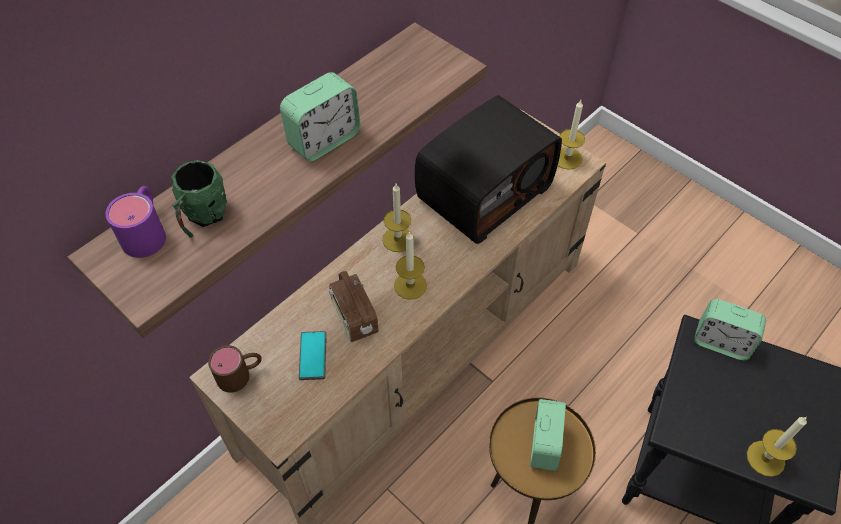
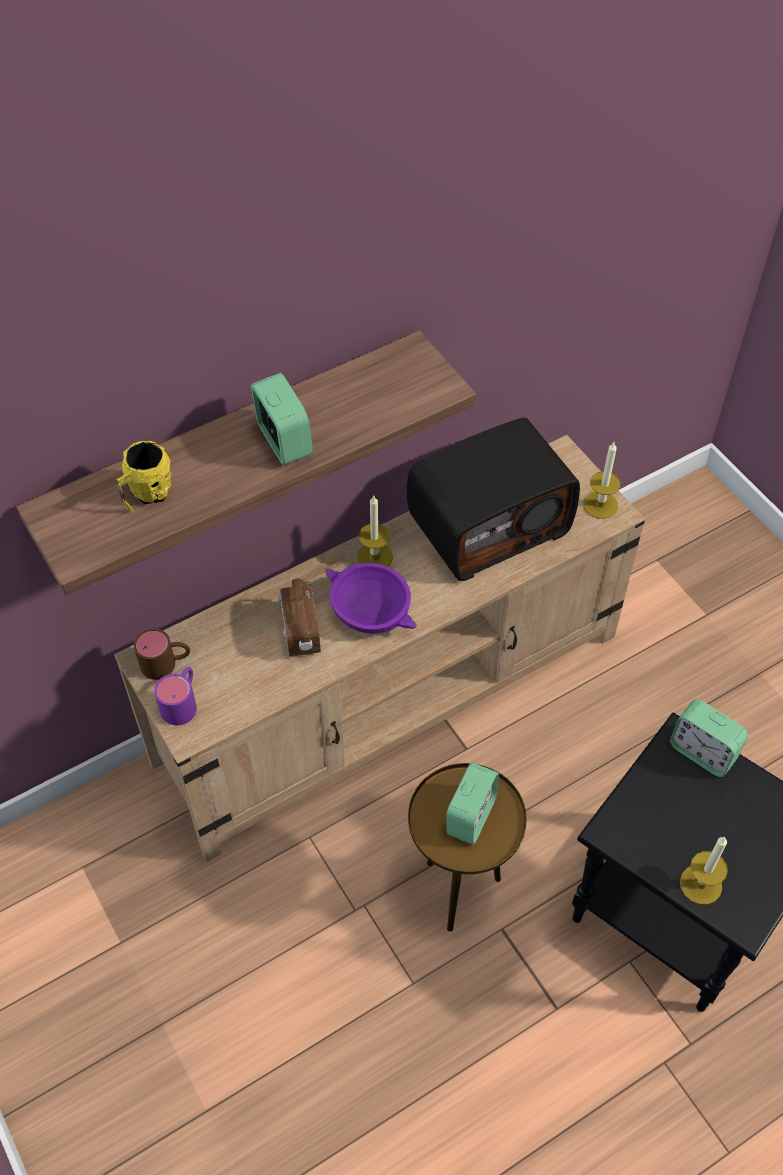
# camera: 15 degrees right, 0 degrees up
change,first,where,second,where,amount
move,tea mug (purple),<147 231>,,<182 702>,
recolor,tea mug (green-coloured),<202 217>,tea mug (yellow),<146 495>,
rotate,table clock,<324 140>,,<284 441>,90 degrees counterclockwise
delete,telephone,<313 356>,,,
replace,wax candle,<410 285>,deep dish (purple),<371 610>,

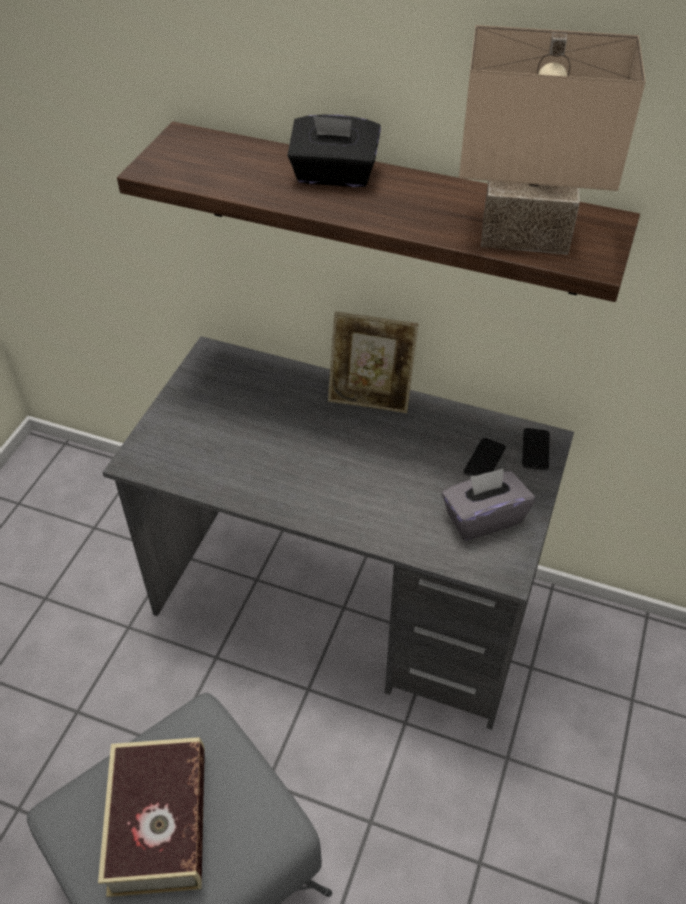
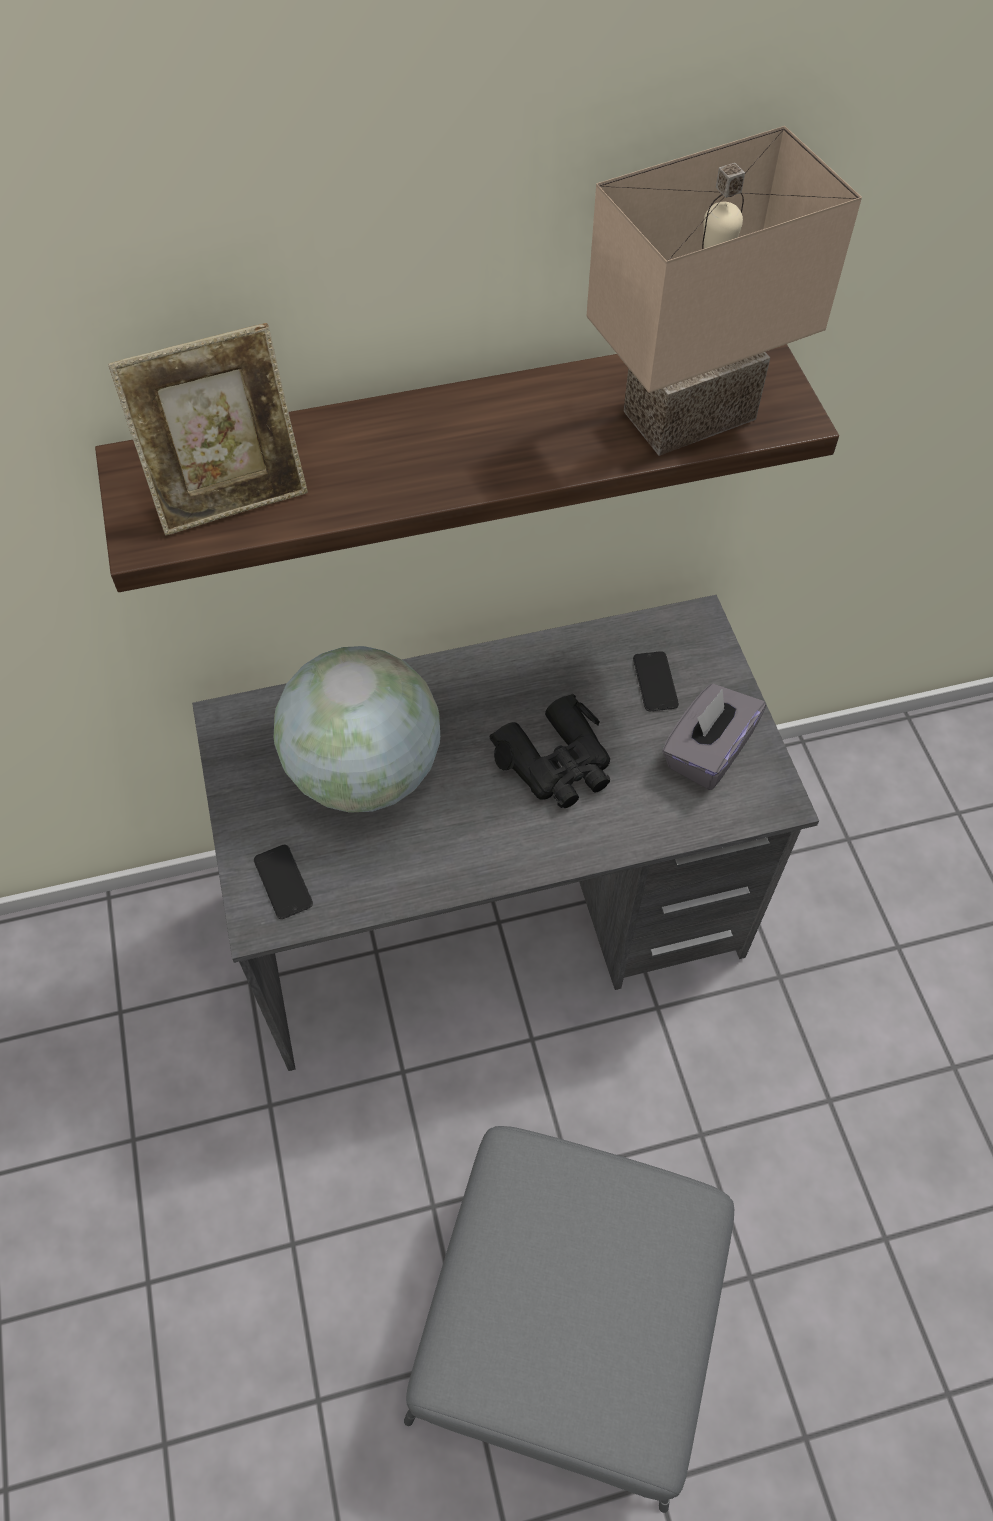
# camera: 35 degrees left, 10 degrees up
change,first,where,second,where,amount
delete,bound book,<159 822>,,,
delete,box of tissues (blackish),<334 176>,,,
move,standing frame,<370 397>,,<230 495>,
move,telephone,<535 450>,,<283 882>,
insert,,,world globe,<365 772>,
insert,,,binoculars (blackish),<557 763>,

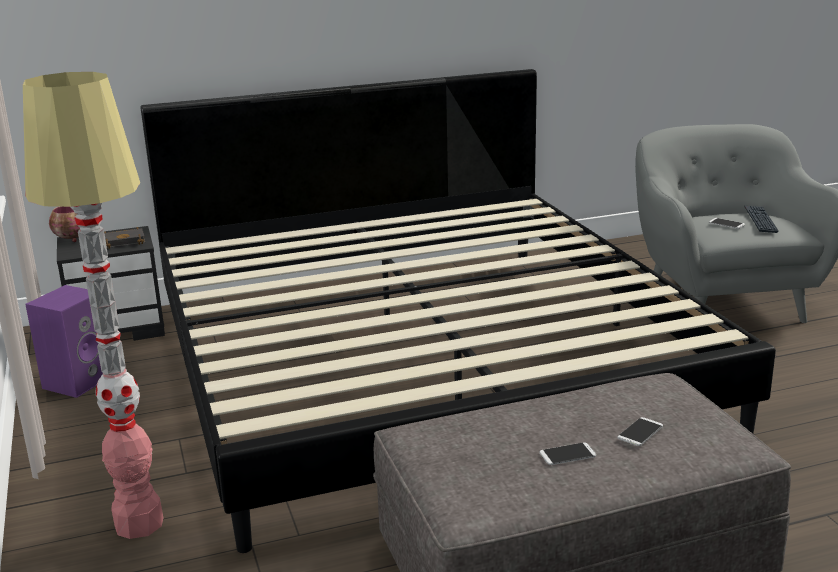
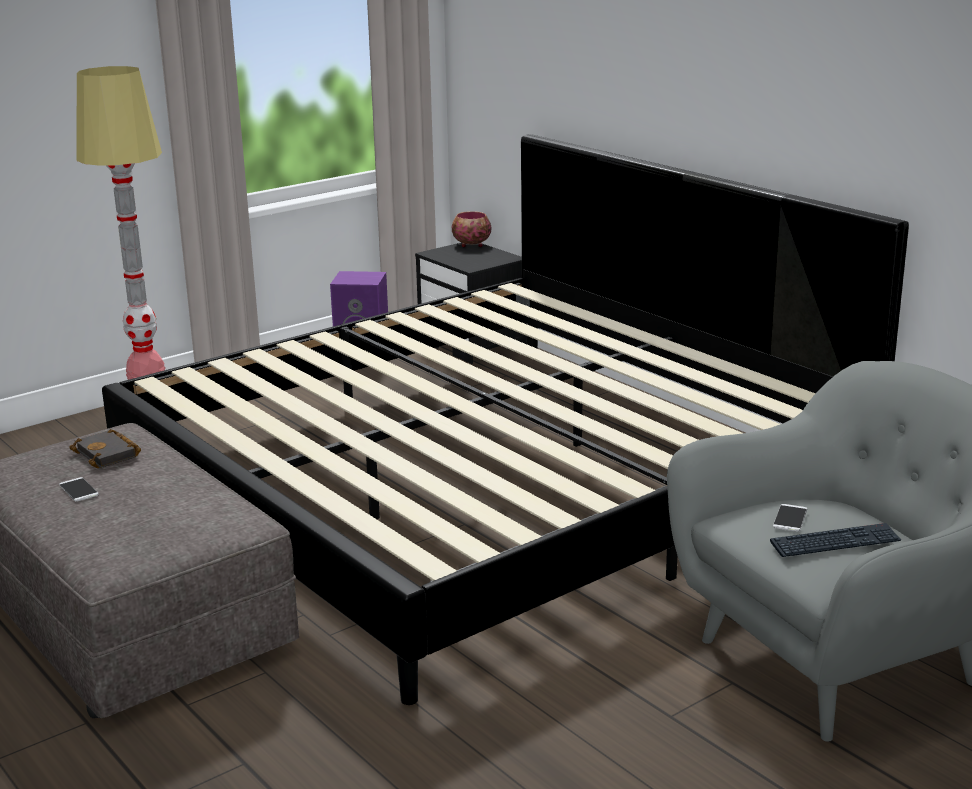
# camera: 70 degrees right, 0 degrees up
change,first,where,second,where,amount
move,bound book (blackish),<124 241>,,<109 454>,
delete,telephone,<640 432>,,,

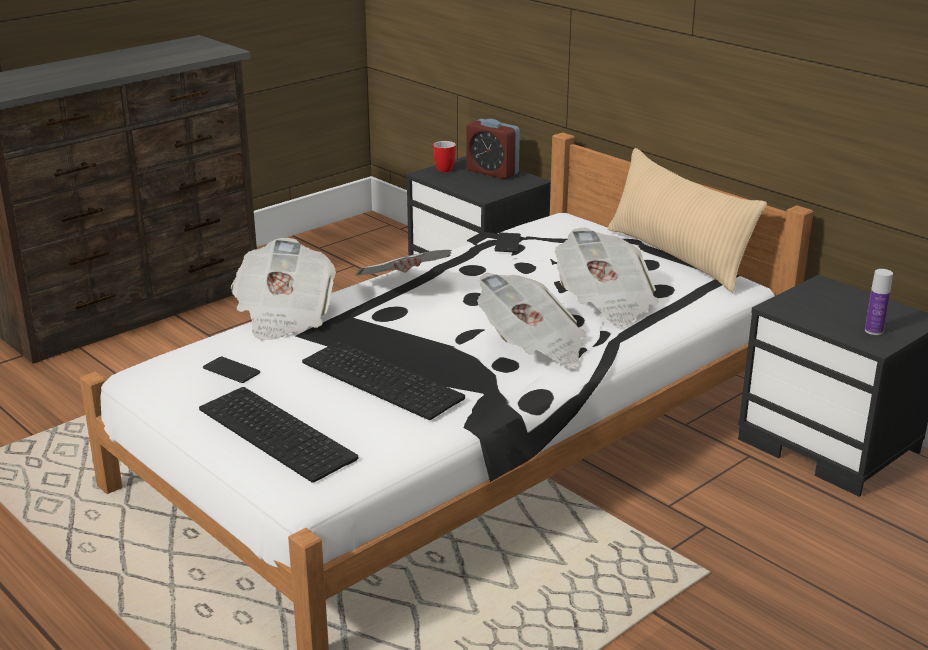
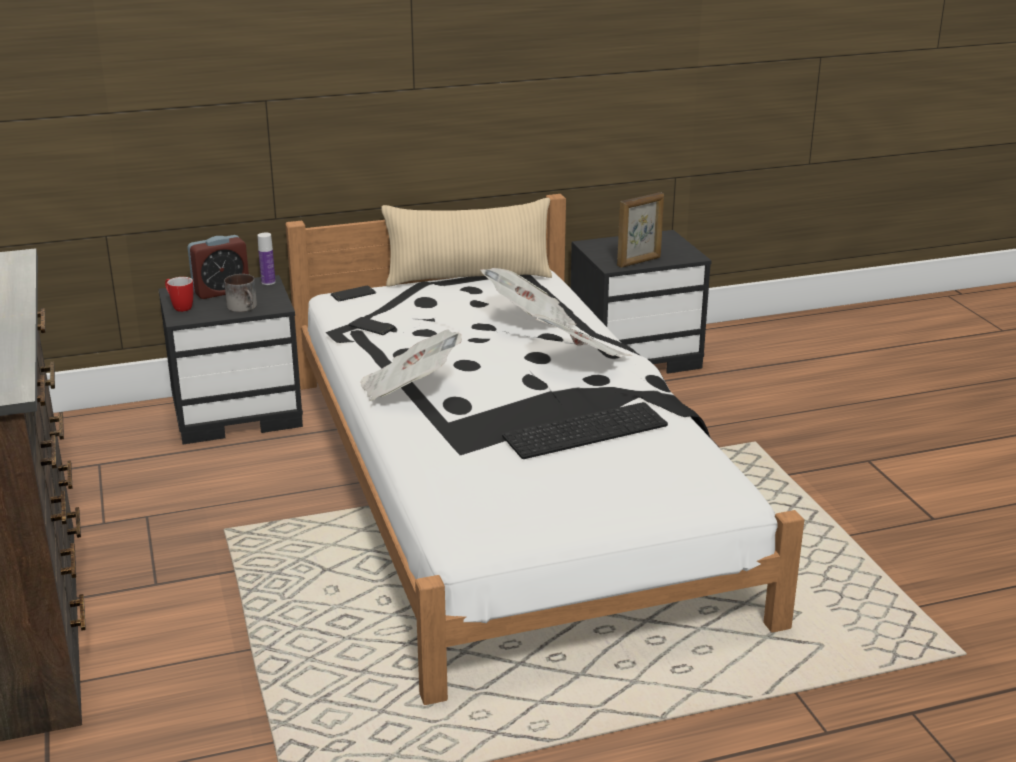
# camera: 65 degrees left, 0 degrees up
change,first,where,second,where,amount
delete,PC keyboard,<280 433>,,,
move,telephone,<231 370>,,<353 294>,
delete,printed paper,<284 316>,,,
move,bottle,<873 331>,,<268 282>,
insert,,,tea mug,<245 307>,
insert,,,standing frame,<639 262>,

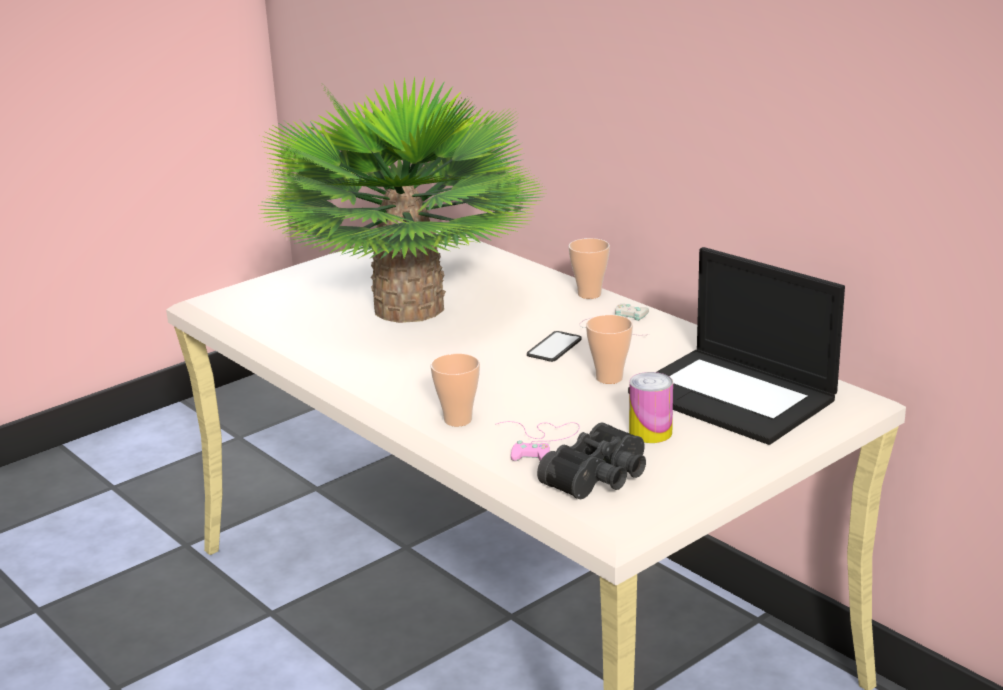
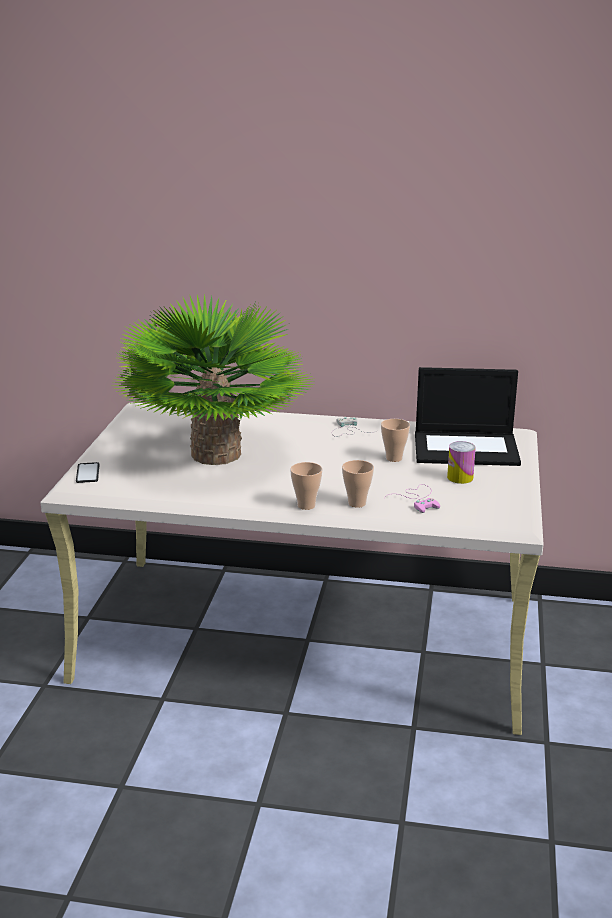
# camera: 40 degrees left, 0 degrees up
change,first,where,second,where,amount
move,telephone,<554 347>,,<87 473>,
delete,binoculars (blackish),<601 478>,,,
move,small cup,<589 294>,,<306 505>,

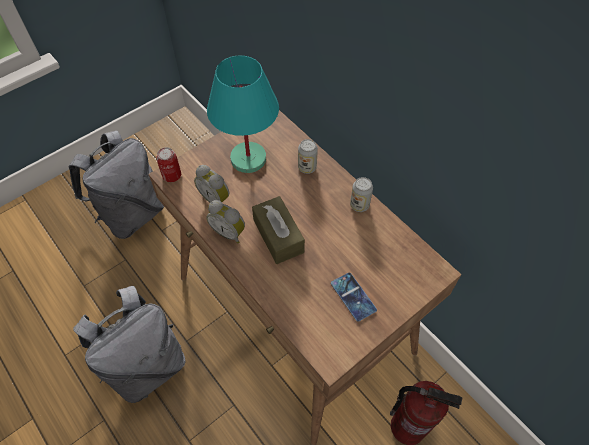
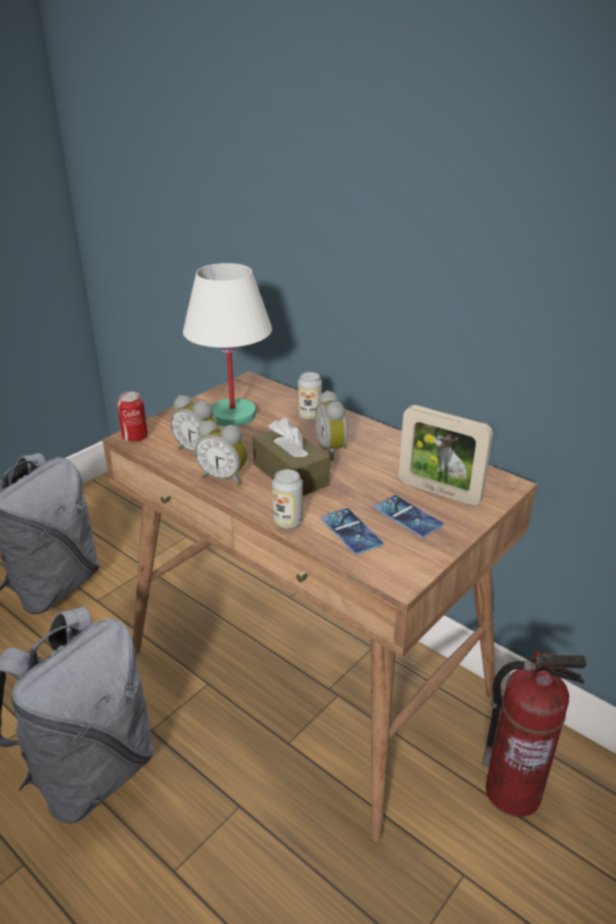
# camera: 10 degrees left, 25 degrees down
change,first,where,second,where,amount
recolor,tabletop lamp (turquoise),<249 159>,tabletop lamp (white-coloured),<233 416>,
move,metal can,<359 205>,,<288 521>,
insert,,,table clock,<333 450>,
insert,,,telephone,<351 531>,
insert,,,standing frame,<439 492>,

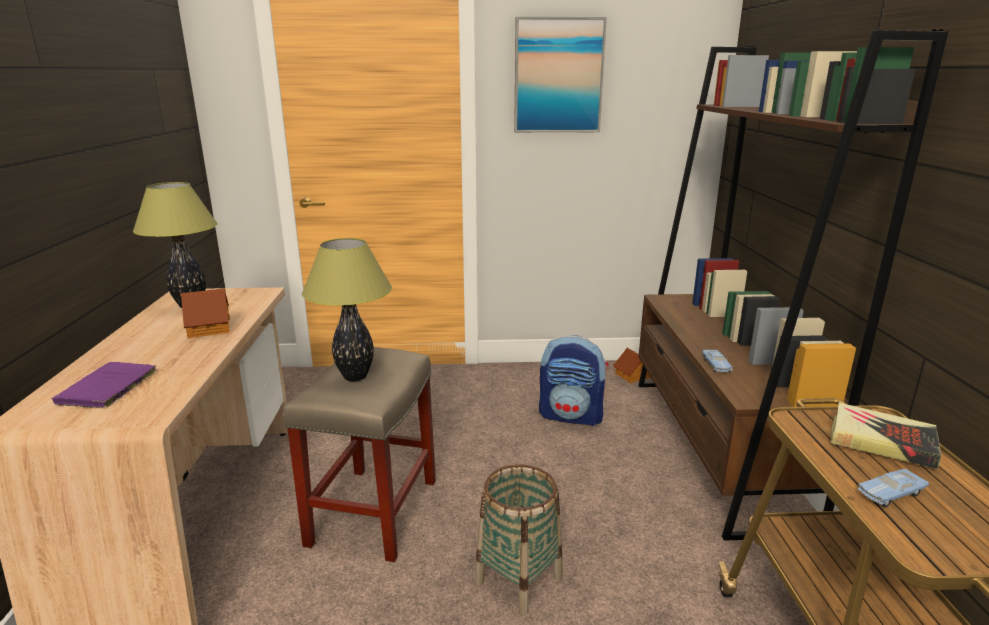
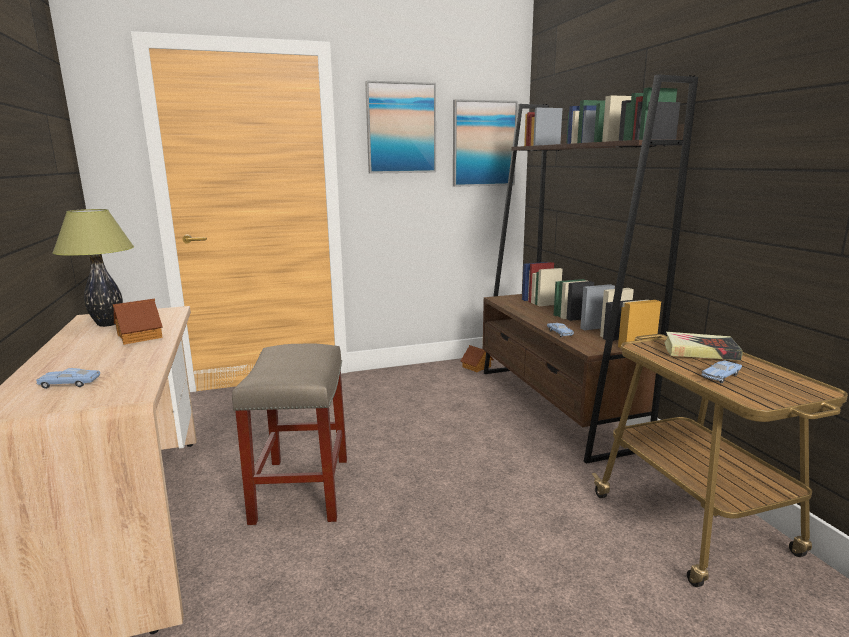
# camera: 15 degrees left, 5 degrees down
change,first,where,second,where,amount
replace,bound book (purple),<106 389>,miniature car (blue-coloured),<69 384>,
delete,tabletop lamp,<354 376>,,,
delete,household basket,<518 579>,,,
delete,rucksack,<571 416>,,,
insert,,,wall picture,<483 144>,

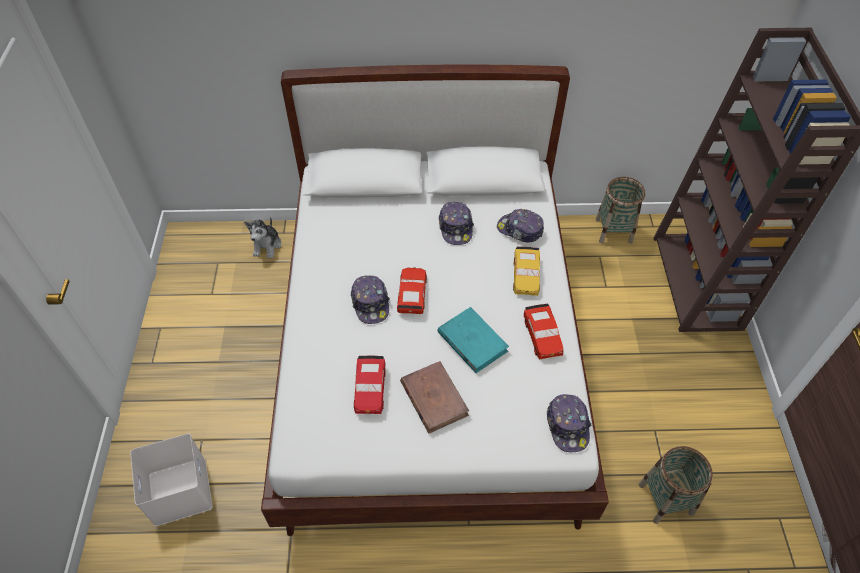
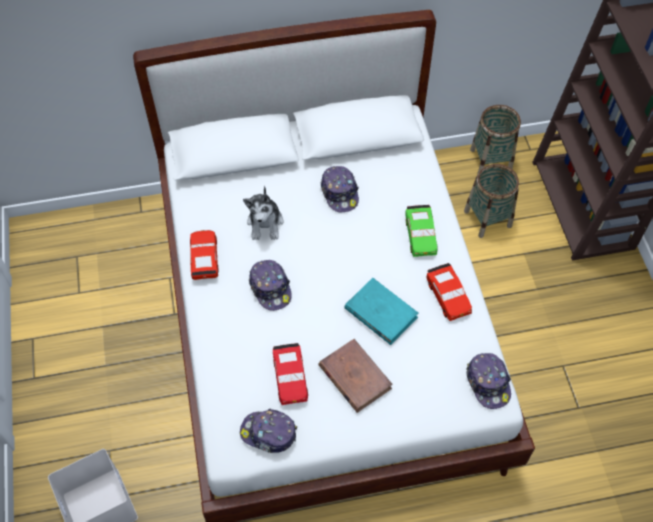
# camera: 10 degrees left, 5 degrees up
change,first,where,second,where,amount
move,cuddly toy,<267 245>,,<265 223>,
move,miniature car (reddish),<412 295>,,<204 258>,
move,peaked cap,<520 230>,,<268 433>,
recolor,miniature car (yellow),<526 275>,miniature car (green-coloured),<420 235>,
move,household basket,<666 499>,,<487 218>,

